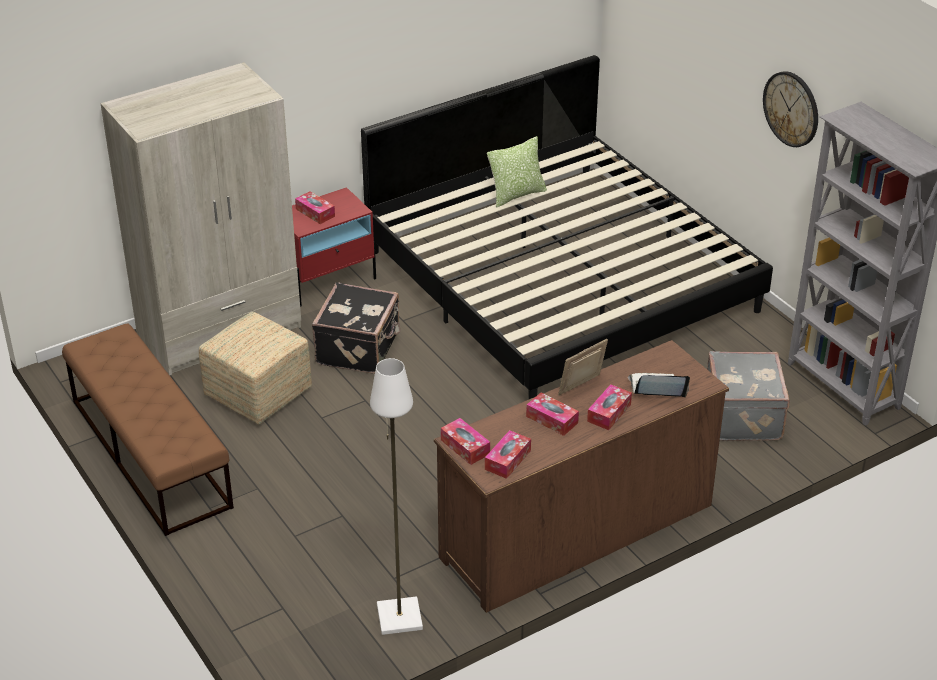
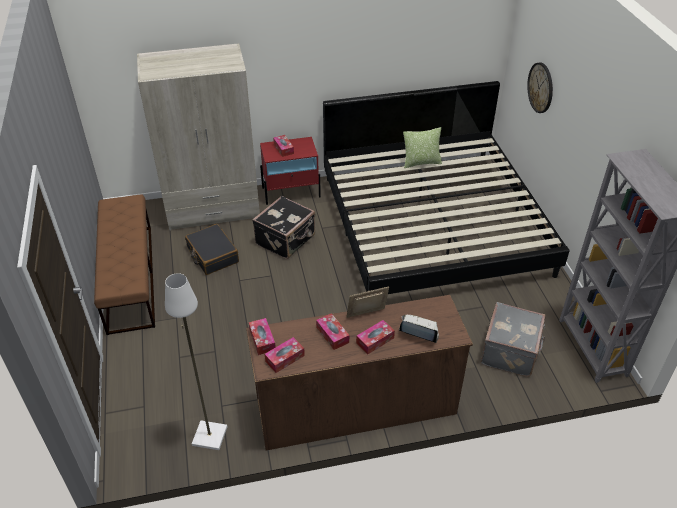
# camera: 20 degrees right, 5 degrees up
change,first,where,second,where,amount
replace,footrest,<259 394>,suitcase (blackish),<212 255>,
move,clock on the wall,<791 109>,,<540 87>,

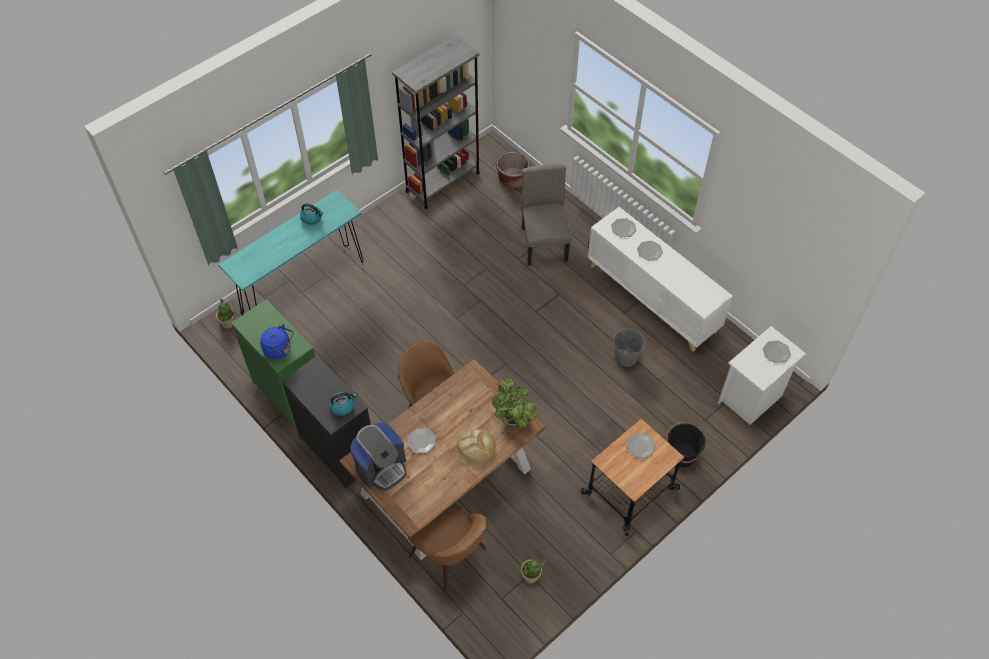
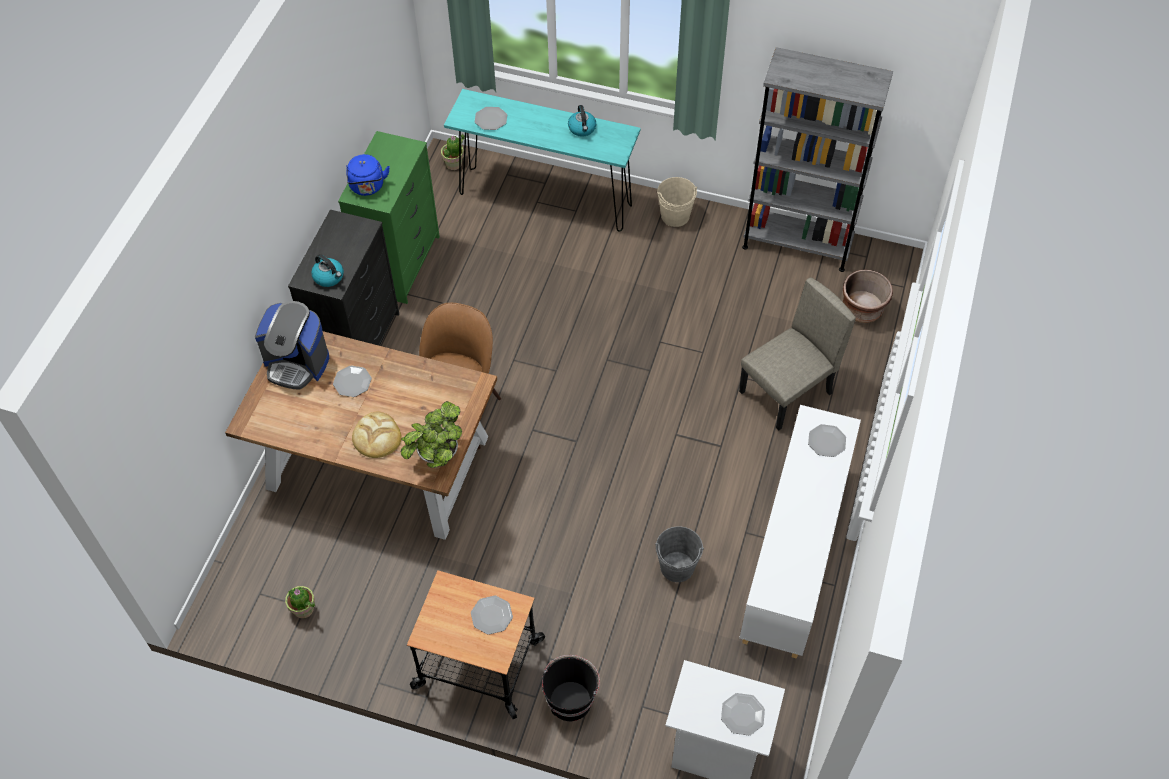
# camera: 60 degrees right, 0 degrees up
change,first,where,second,where,amount
delete,upright chair (brown),<450 555>,,,
move,flat dish,<649 251>,,<491 119>,
insert,,,water bucket (beige-coloured),<675 216>,

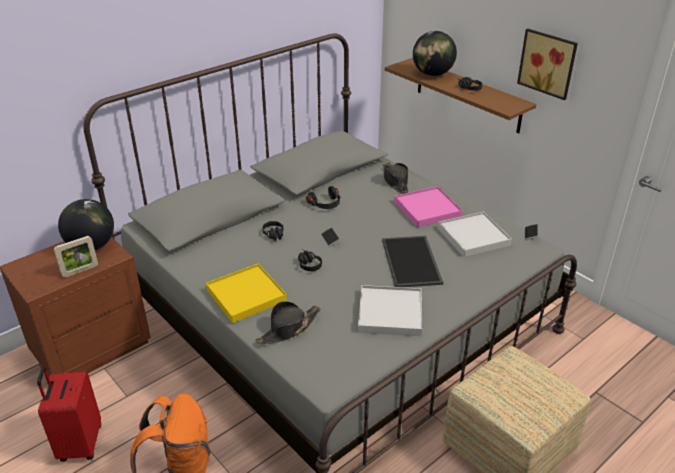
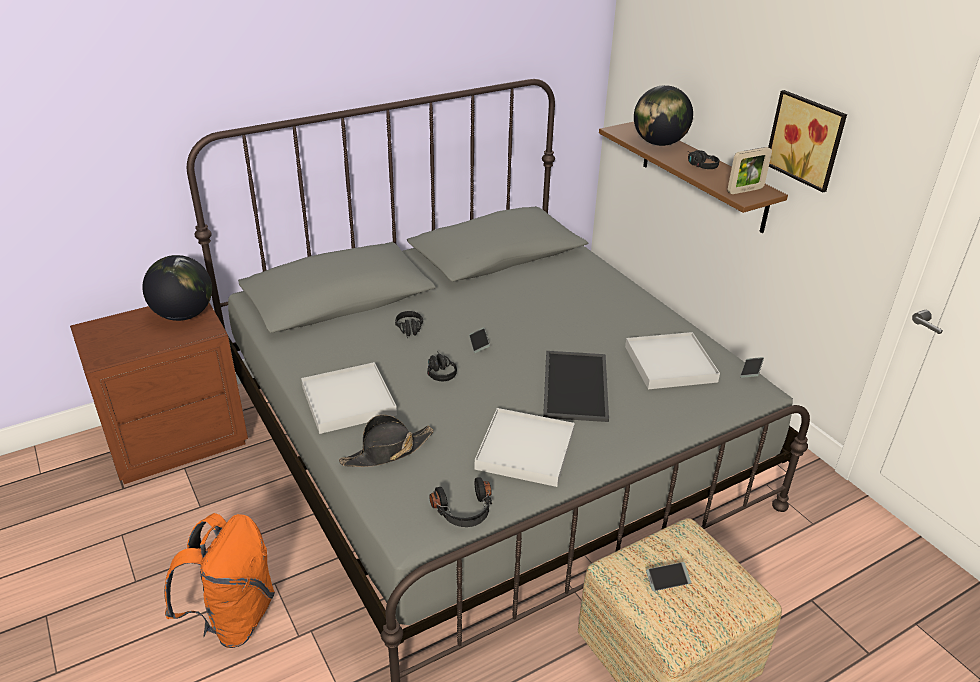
# camera: 10 degrees right, 0 degrees up
change,first,where,second,where,amount
delete,suitcase (reddish),<79 444>,,,
move,standing frame,<80 271>,,<745 190>,
recolor,serving tray (yellow),<246 295>,serving tray (white-coloured),<348 401>,
move,pair of headphones (blackish),<326 204>,,<464 512>,
delete,wearable hat (blackish),<395 181>,,,
delete,serving tray (pink),<427 209>,,,
insert,,,telephone,<667 579>,

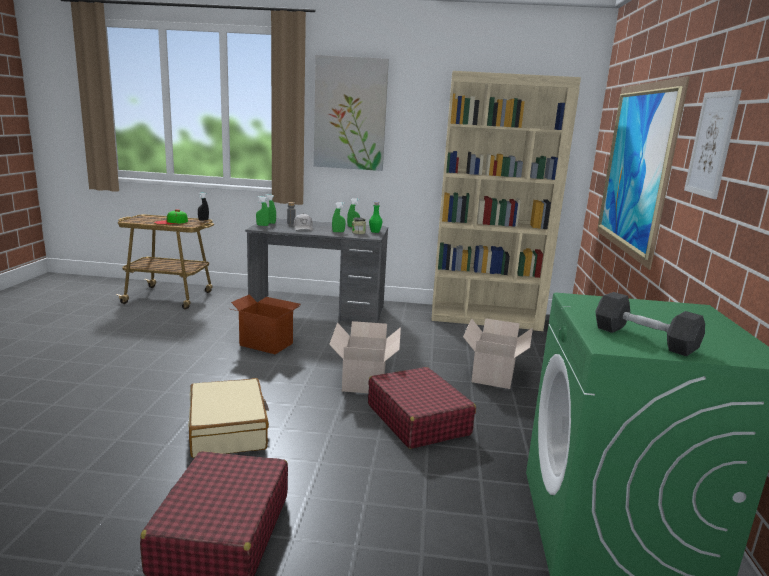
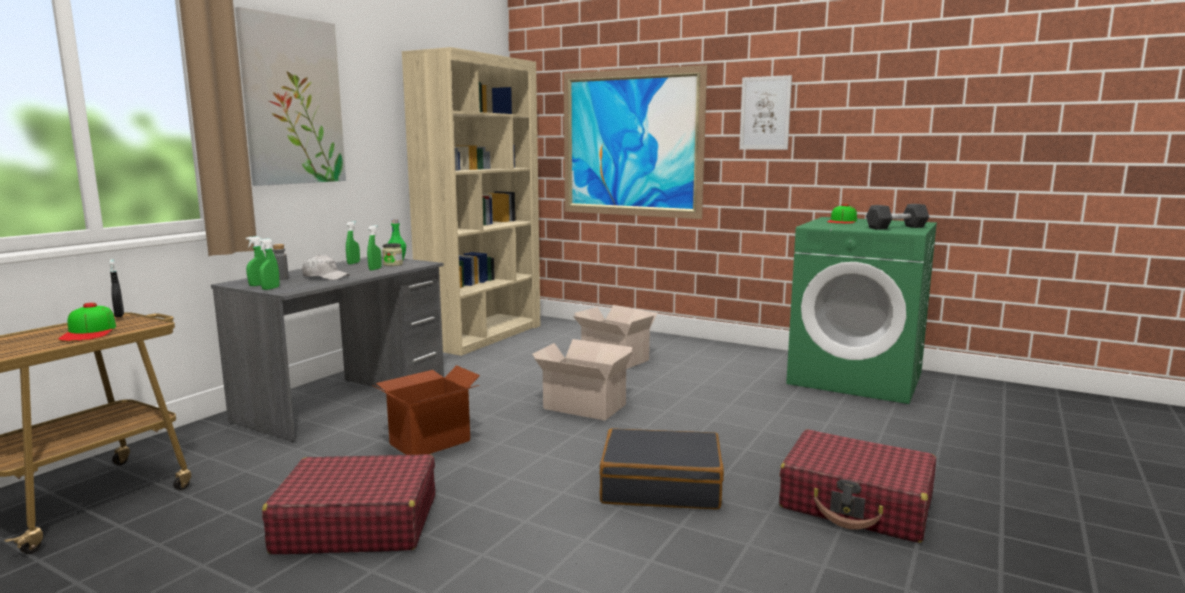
# camera: 65 degrees left, 5 degrees down
change,first,where,second,where,amount
recolor,suitcase (beige-coloured),<228 429>,suitcase (blackish),<661 485>,
move,suitcase (reddish),<418 419>,,<357 524>,
insert,,,peaked cap,<842 221>,

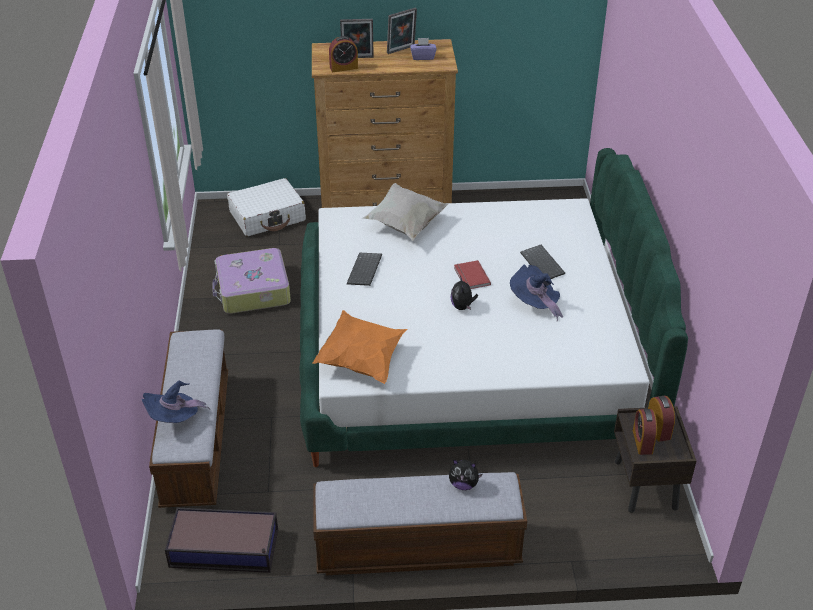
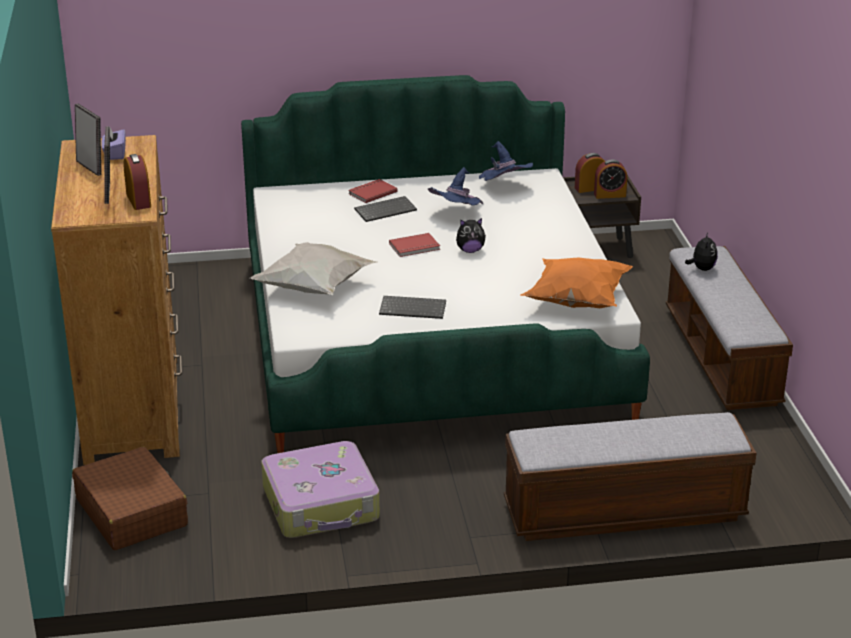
# camera: 95 degrees left, 10 degrees down
change,first,where,second,where,amount
move,wearable hat (blue-coloured),<175 419>,,<504 187>,
delete,storage bin,<225 548>,,,
recolor,suitcase (white-coloured),<267 216>,suitcase (brown),<131 512>,
insert,,,bound book (reddish),<371 192>,

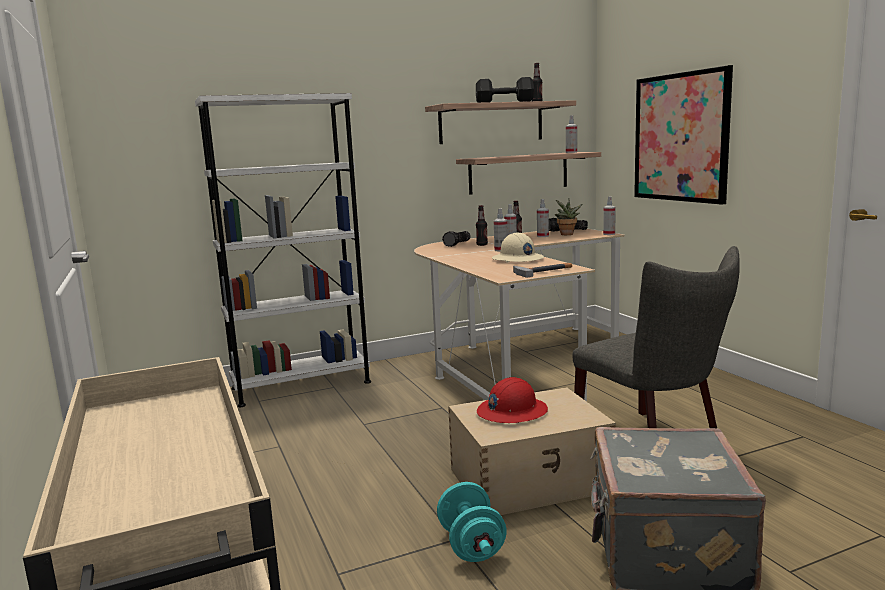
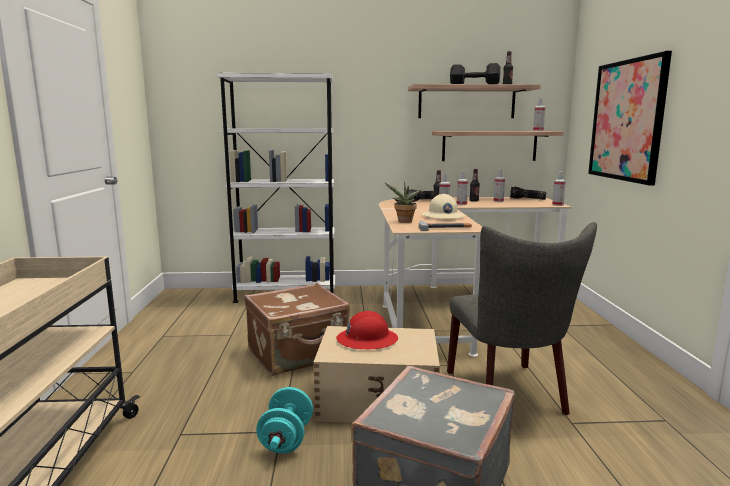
# camera: 20 degrees right, 0 degrees up
change,first,where,second,where,amount
move,plant in a pot,<567 234>,,<404 222>,
insert,,,suitcase (brown),<298 354>,

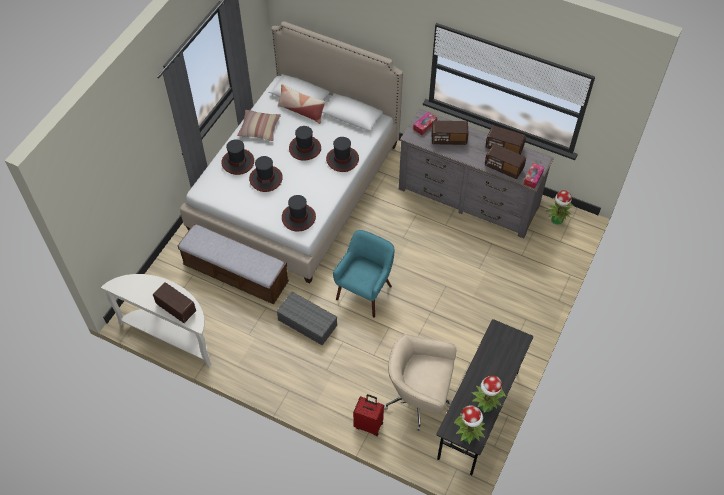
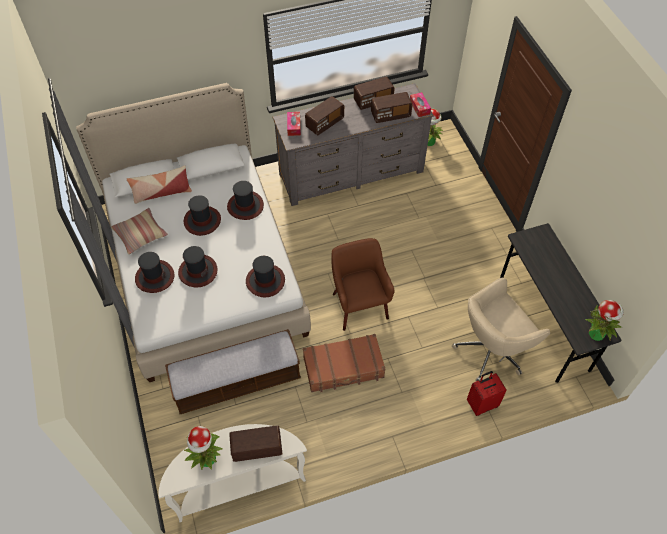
# camera: 45 degrees left, 0 degrees up
change,first,where,second,where,amount
replace,storage bin (grey),<308 322>,suitcase (brown),<343 368>,
recolor,easy chair (turquoise),<365 292>,easy chair (brown),<359 305>,
move,plant in a pot,<486 405>,,<207 459>,

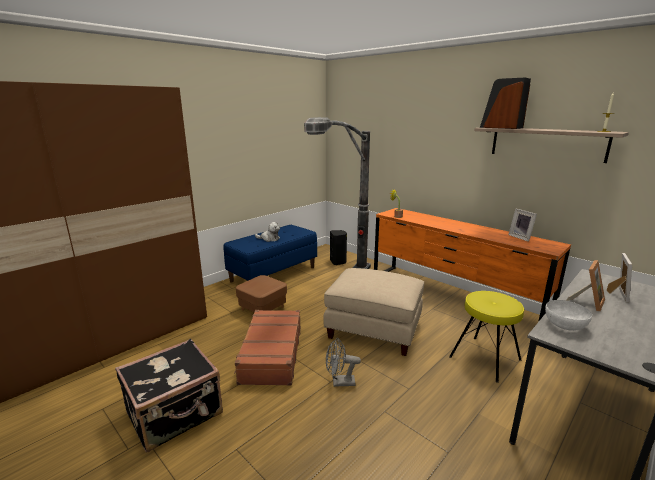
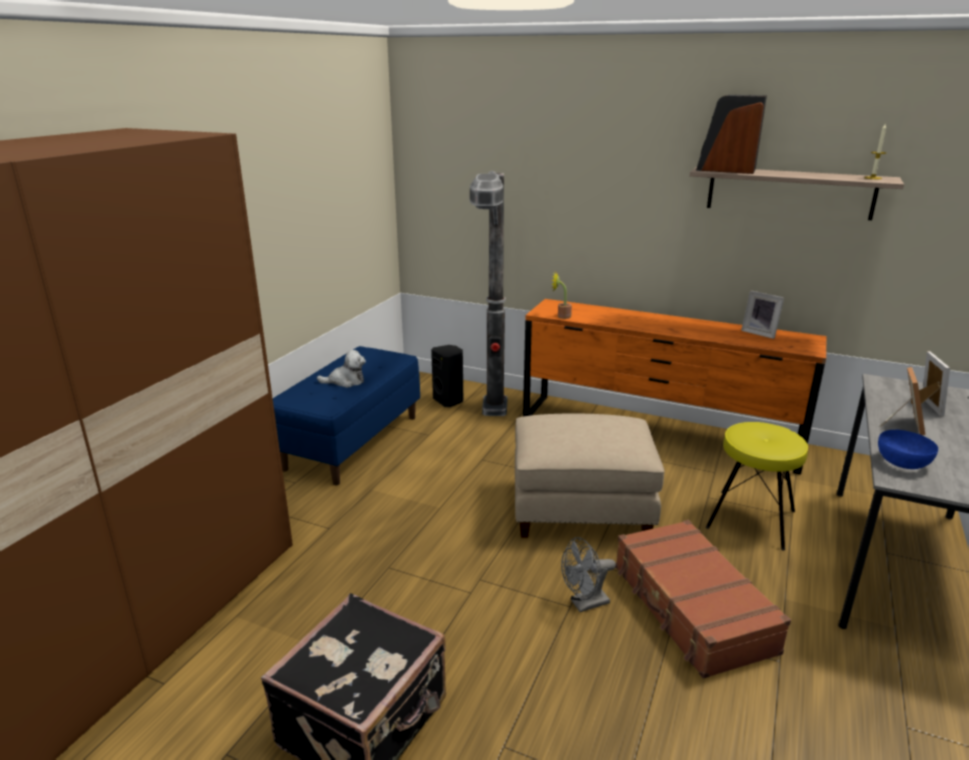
# camera: 20 degrees left, 5 degrees up
change,first,where,second,where,amount
move,suitcase (brown),<271 354>,,<691 609>,
delete,footrest (brown),<262 308>,,,
recolor,deep dish (white-coloured),<564 324>,deep dish (blue-coloured),<901 462>,

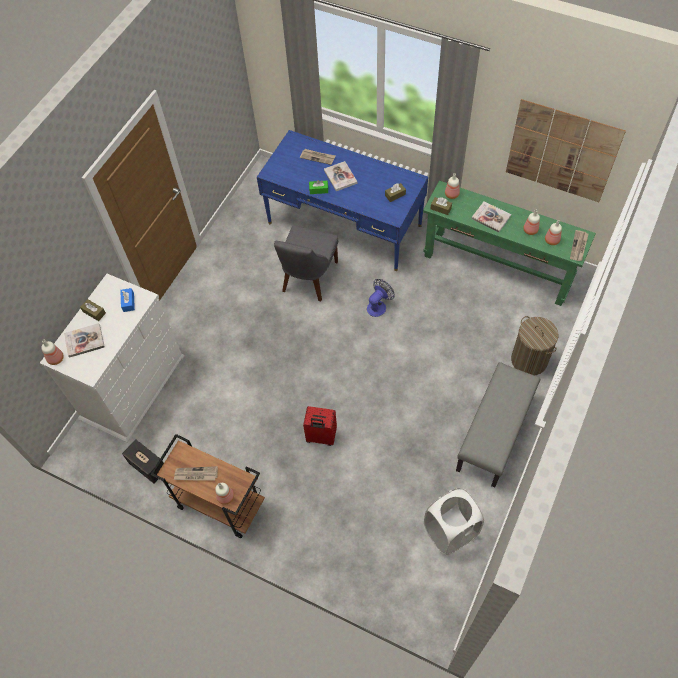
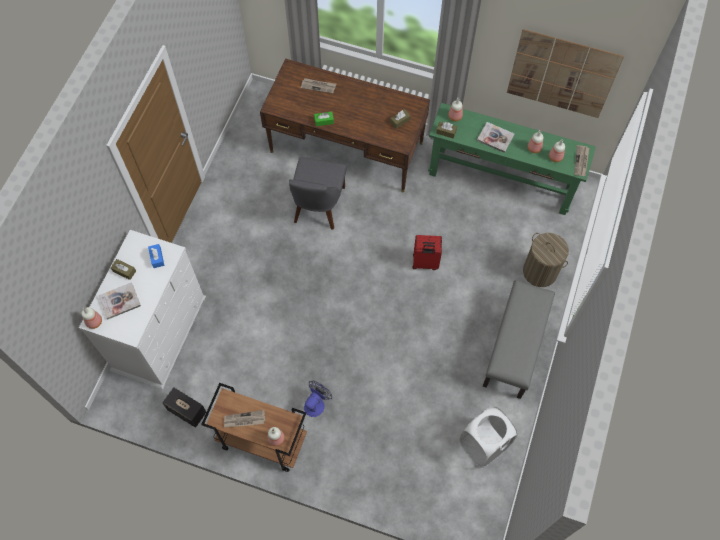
# camera: 10 degrees left, 5 degrees up
change,first,where,second,where,amount
recolor,desk (blue-coloured),<344 224>,desk (brown),<346 147>,
move,suitcase (reddish),<321 437>,,<425 263>,
delete,bound book,<340 177>,,,
move,cooling fan,<378 306>,,<316 403>,

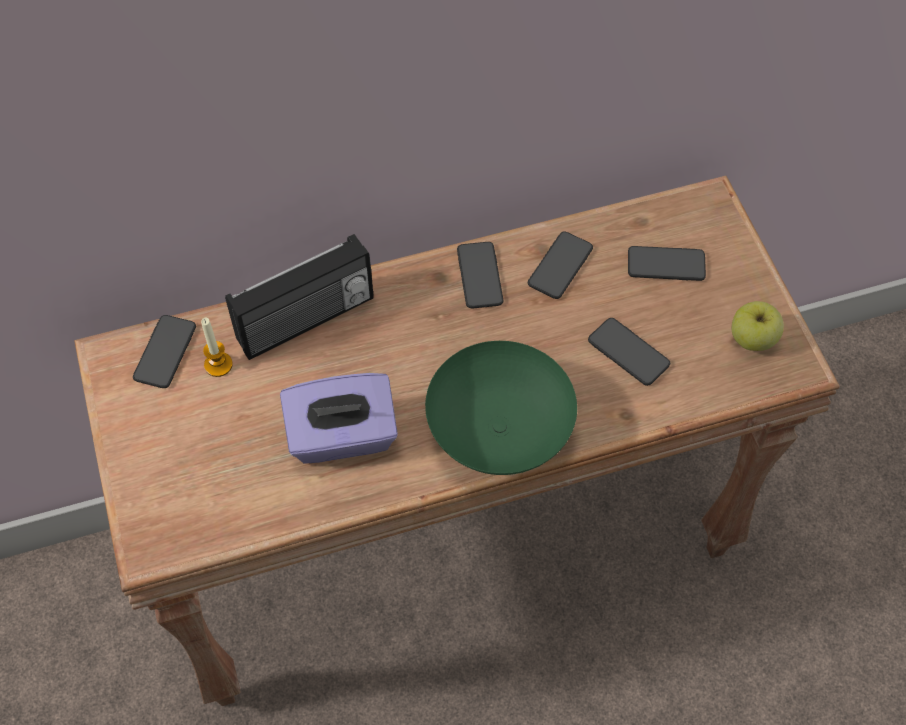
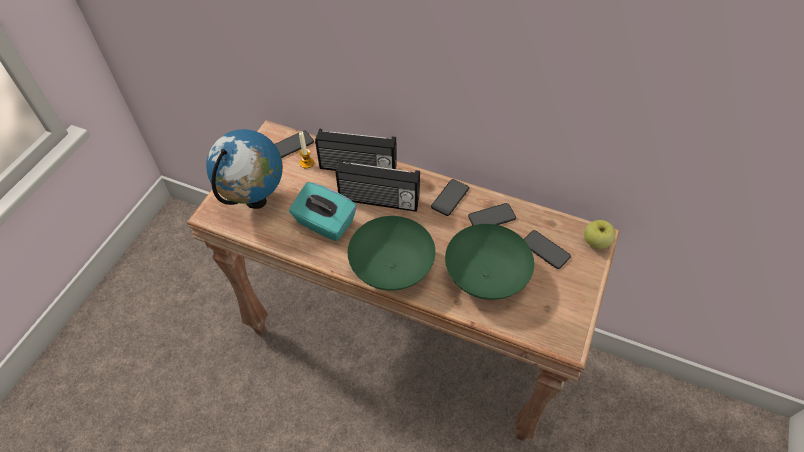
# camera: 40 degrees right, 5 degrees down
change,first,where,second,where,amount
recolor,box of tissues (purple),<342 437>,box of tissues (turquoise),<324 223>,
replace,telephone,<628 352>,deep dish (green-coloured),<486 276>,
move,apple,<752 339>,,<596 242>,
insert,,,world globe,<256 201>,
insert,,,radio set,<379 201>,

